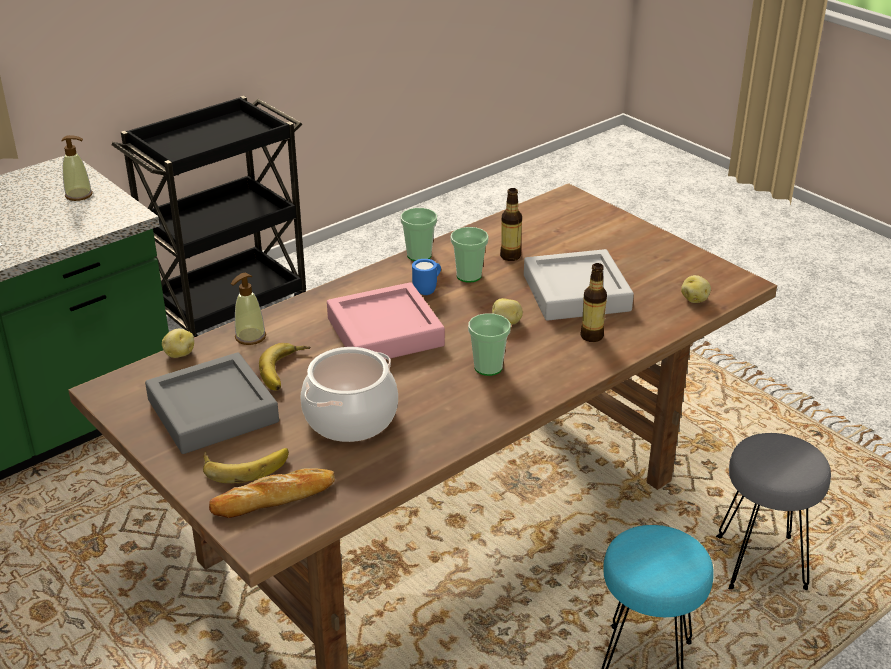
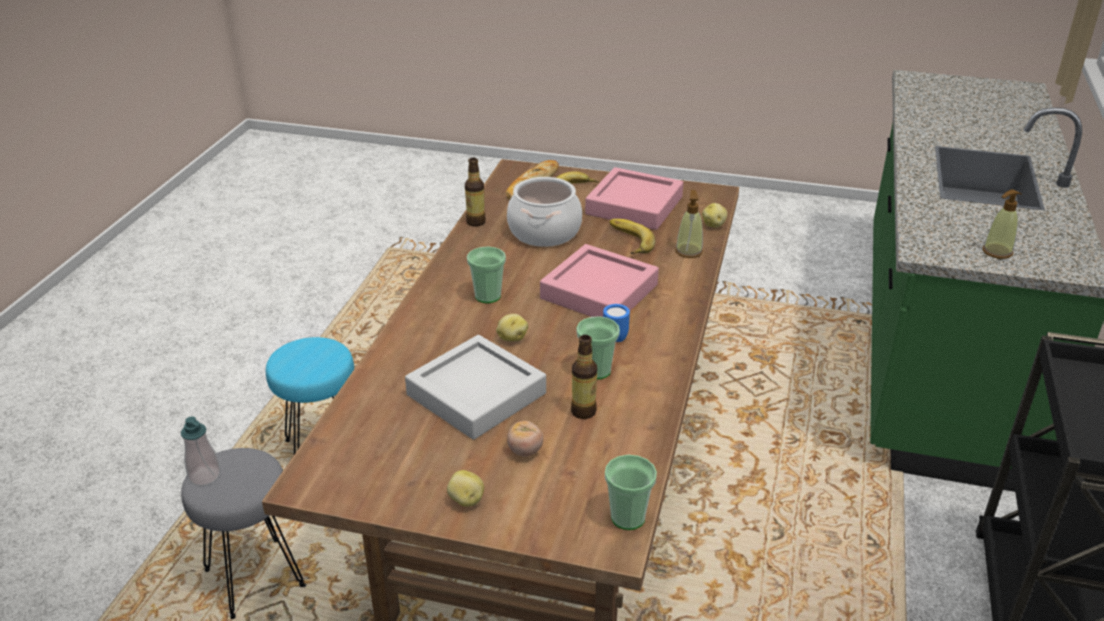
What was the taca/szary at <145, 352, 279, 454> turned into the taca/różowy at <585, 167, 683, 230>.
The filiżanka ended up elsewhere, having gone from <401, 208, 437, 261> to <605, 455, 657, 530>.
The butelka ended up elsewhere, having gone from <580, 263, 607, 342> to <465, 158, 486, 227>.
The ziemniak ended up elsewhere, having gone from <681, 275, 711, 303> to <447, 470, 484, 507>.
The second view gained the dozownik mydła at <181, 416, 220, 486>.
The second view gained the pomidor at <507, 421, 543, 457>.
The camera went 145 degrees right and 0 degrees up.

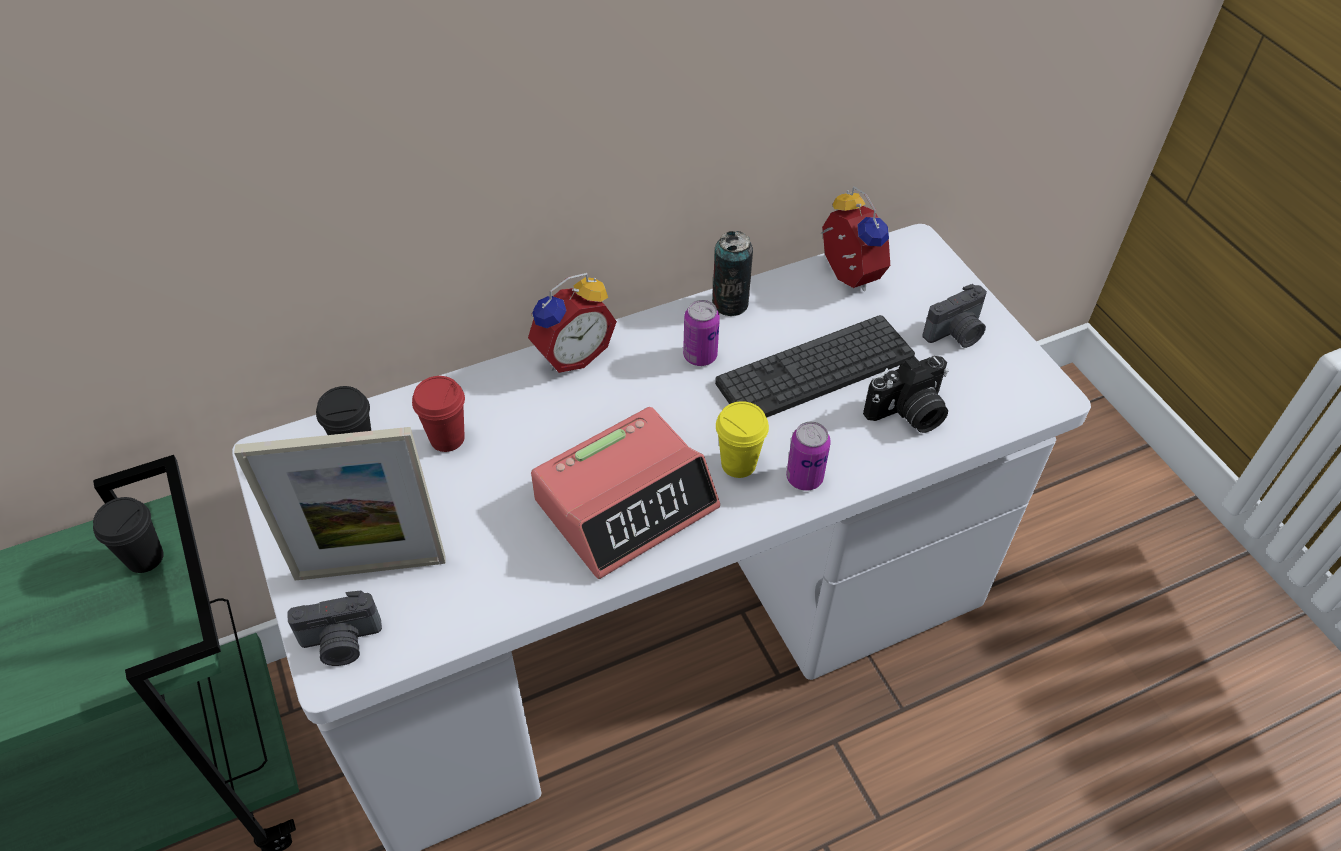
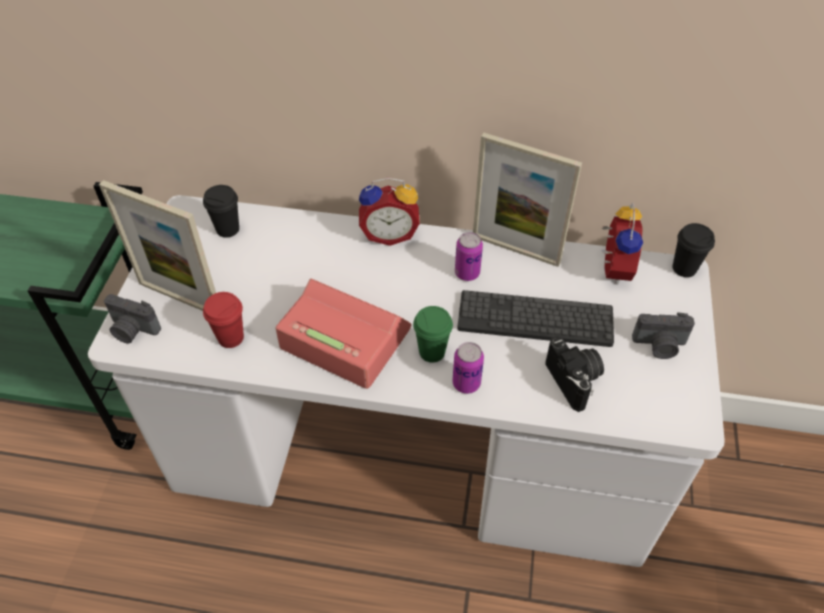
The filiżanka/czarny ended up elsewhere, having gone from <93, 497, 164, 573> to <672, 223, 715, 277>.
The filiżanka/czerwony ended up elsewhere, having gone from <412, 376, 465, 452> to <203, 292, 244, 348>.
The budzik at <531, 407, 720, 579> ended up facing another way, 150 degrees counterclockwise from before.
Where the puszka stood at <712, 231, 753, 316>, the ramka na zdjęcie came to stand at <473, 133, 582, 267>.
What was the filiżanka/żółty at <716, 401, 769, 478> turned into the filiżanka/zielony at <413, 306, 453, 363>.
The aparat fotograficzny at <863, 356, 949, 433> ended up facing another way, 120 degrees counterclockwise from before.
The camera went 35 degrees right and 0 degrees up.

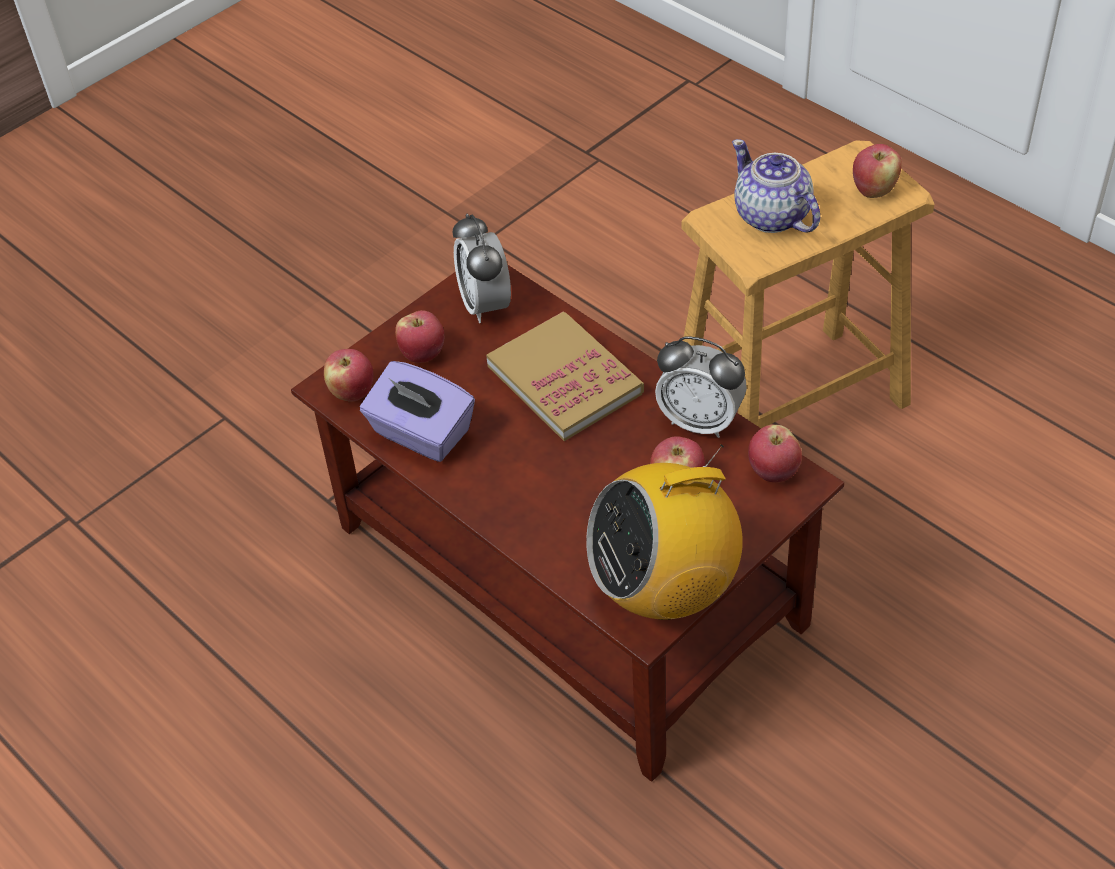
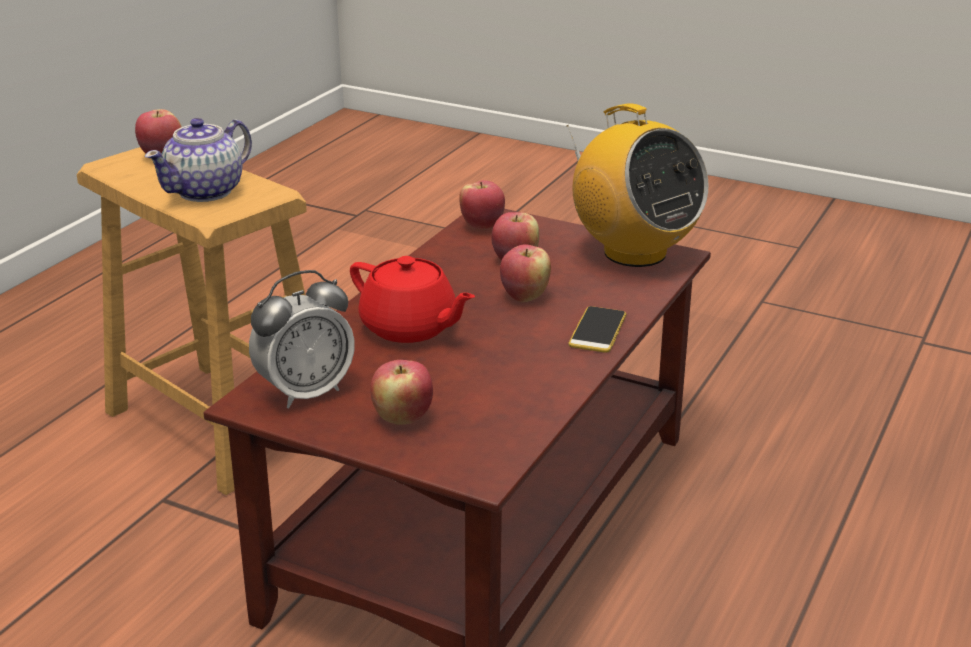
The jabłko ended up elsewhere, having gone from <324, 349, 373, 402> to <500, 244, 551, 302>.
The second view lost the pudełko chusteczek/fioletowy at <360, 361, 475, 462>.
Where the książka stood at <486, 311, 644, 441>, the imbryk/czerwony came to stand at <350, 256, 475, 343>.
The second view lost the budzik at <655, 336, 747, 438>.
The second view gained the telefon at <569, 306, 626, 353>.
The camera went 110 degrees left and 20 degrees down.

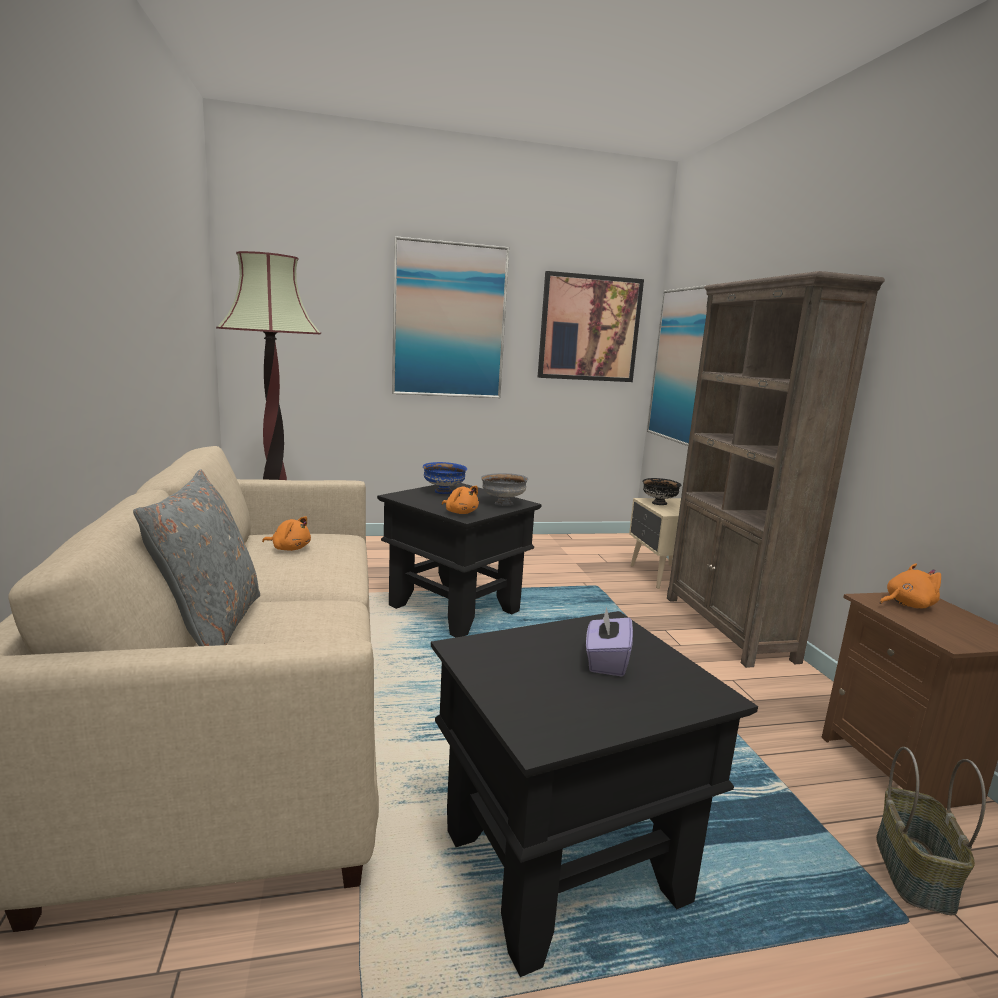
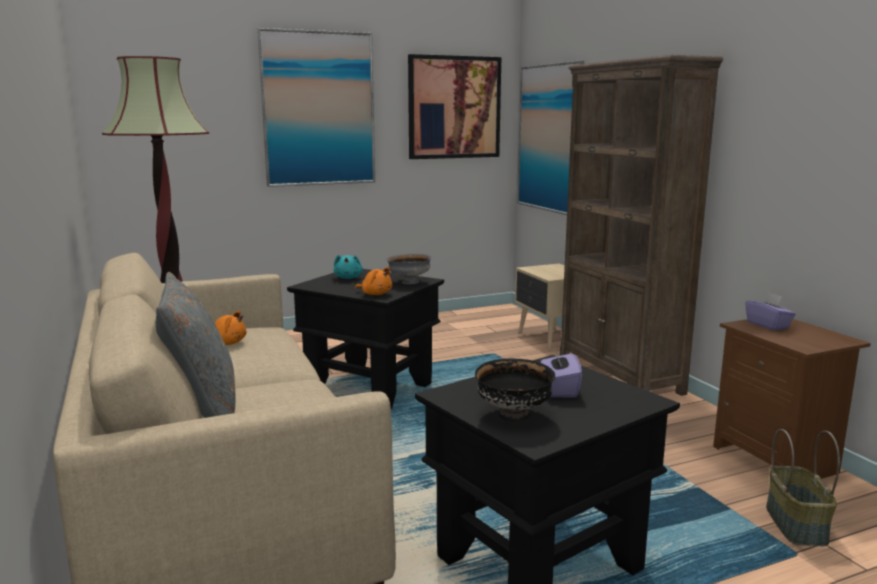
Where the miska/niebieski stood at <423, 462, 467, 494>, the pluszak/turkusowy came to stand at <334, 255, 363, 279>.
The miska/czarny ended up elsewhere, having gone from <643, 478, 681, 505> to <475, 359, 555, 421>.
Where the pluszak/pomarańczowy stood at <880, 563, 941, 608>, the pudełko chusteczek/fioletowy came to stand at <745, 292, 796, 331>.
The camera went 10 degrees left and 0 degrees up.

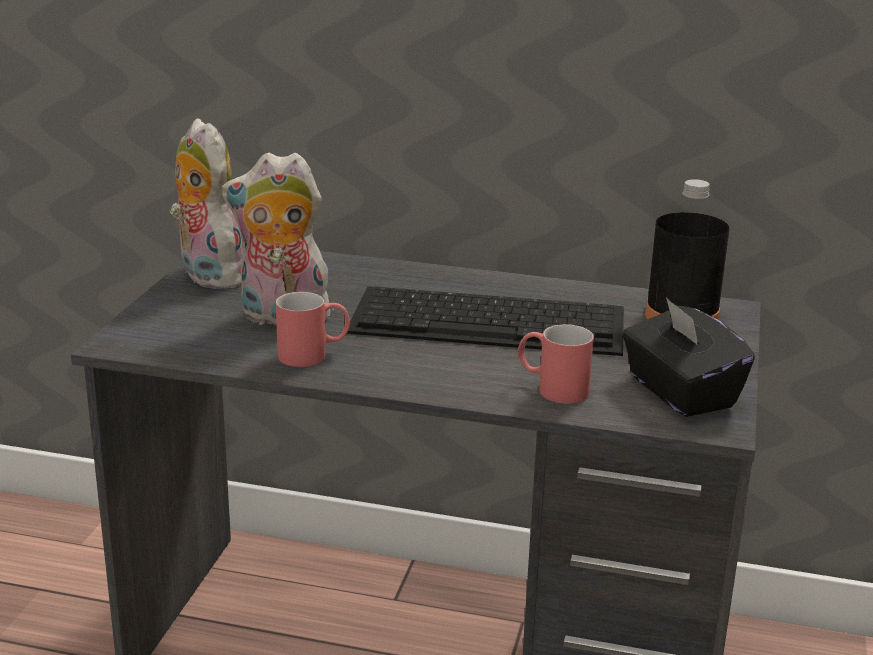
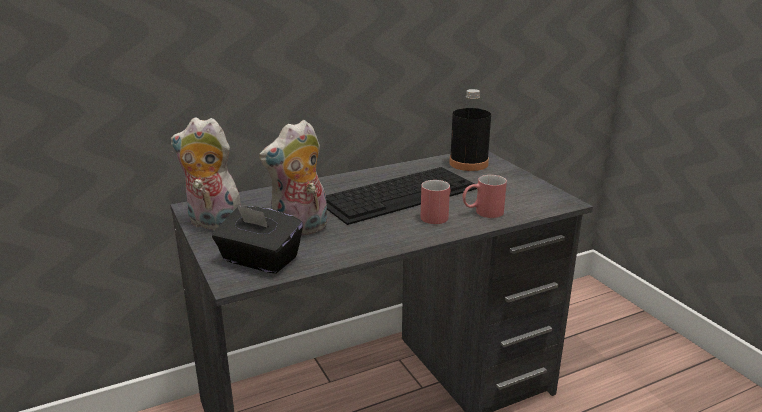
The kubek/czerwony ended up elsewhere, having gone from <276, 292, 350, 367> to <421, 180, 451, 224>.
The pudełko chusteczek/czarny ended up elsewhere, having gone from <622, 297, 755, 417> to <212, 204, 303, 274>.
The camera went 40 degrees left and 0 degrees up.

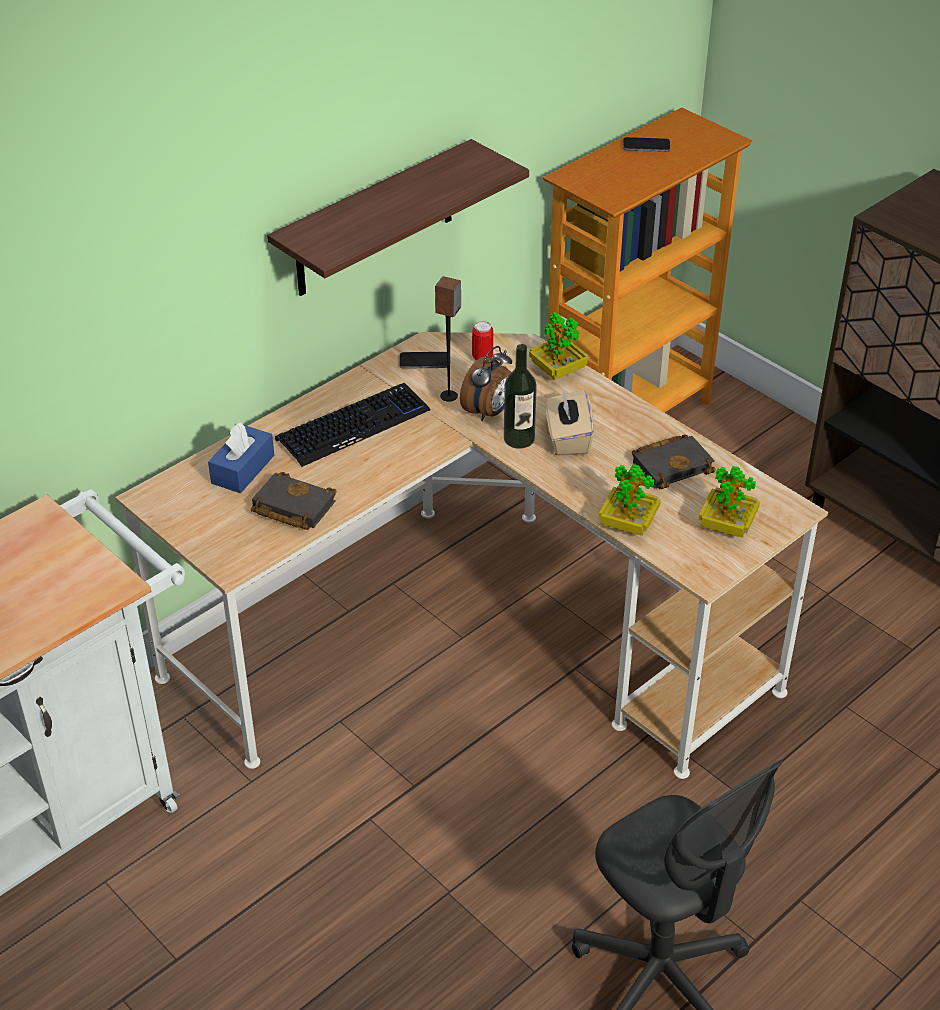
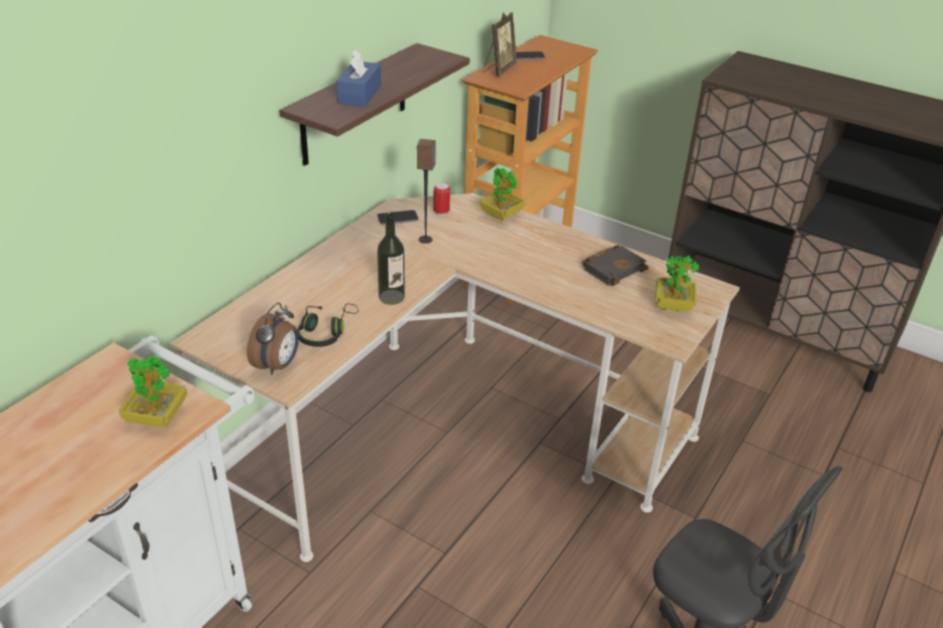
The pudełko chusteczek/niebieski ended up elsewhere, having gone from <208, 422, 274, 493> to <336, 49, 381, 107>.
Where the książka/czarny stood at <251, 472, 337, 530>, the słuchawki/czarny came to stand at <298, 304, 359, 347>.
The second view lost the klawiatura at <275, 383, 431, 467>.
The budzik ended up elsewhere, having gone from <460, 346, 512, 421> to <247, 302, 299, 375>.
The butelka ended up elsewhere, having gone from <504, 344, 537, 449> to <377, 213, 405, 305>.
The second view lost the pudełko chusteczek/beżowy at <546, 390, 594, 455>.
The roślina doniczkowa ended up elsewhere, having gone from <599, 464, 661, 536> to <119, 356, 188, 428>.
The second view gained the ramka na zdjęcie at <483, 12, 517, 77>.
The camera went 15 degrees left and 5 degrees down.

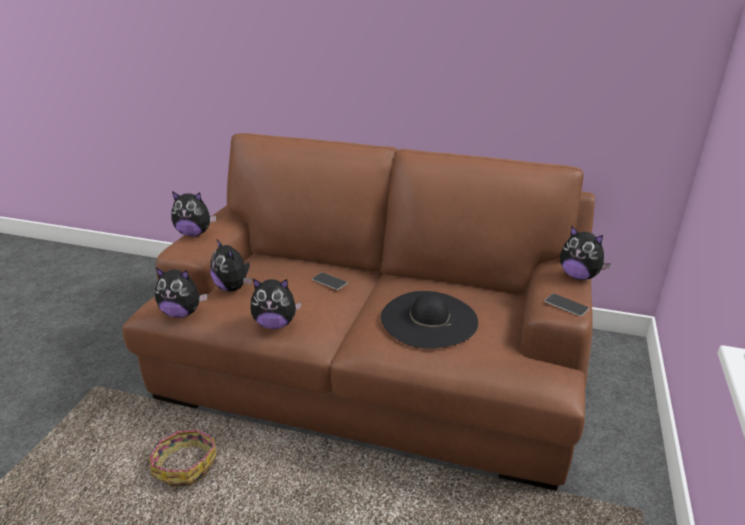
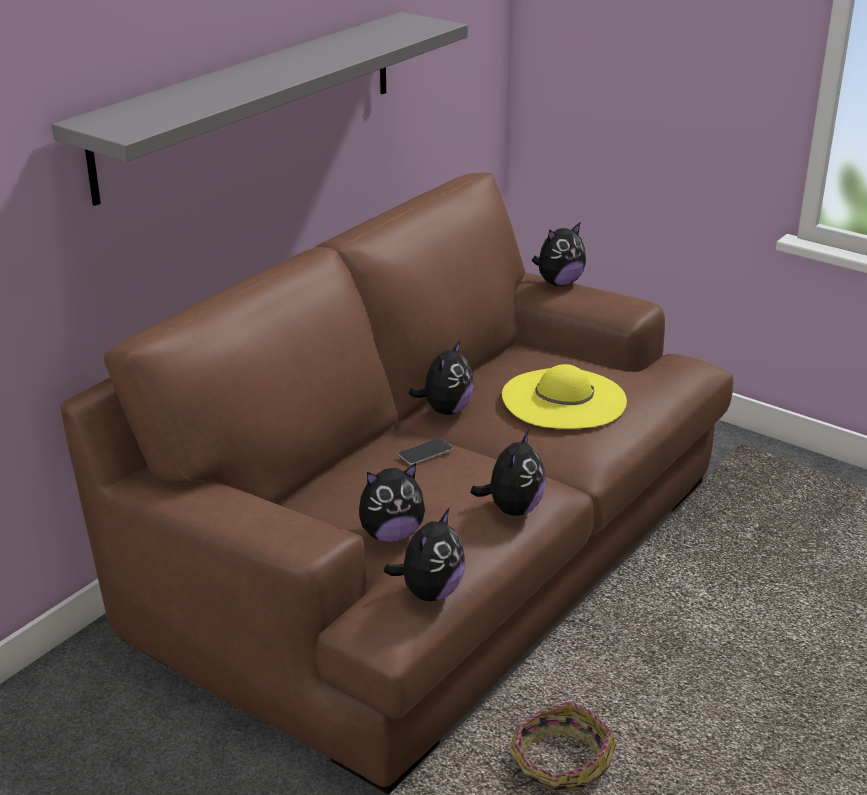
The pluszak ended up elsewhere, having gone from <171, 191, 216, 237> to <408, 340, 474, 415>.
What was the kapelusz/czarny at <381, 291, 478, 349> turned into the kapelusz/żółty at <502, 364, 627, 429>.
The second view lost the telefon at <545, 293, 589, 316>.
The second view gained the półka/szary at <52, 12, 468, 206>.
The camera went 70 degrees left and 0 degrees up.

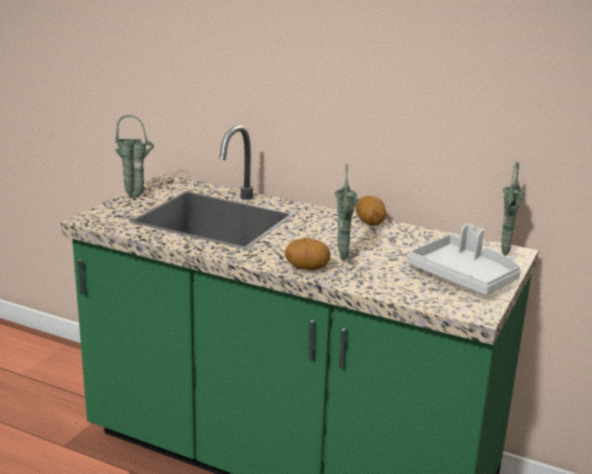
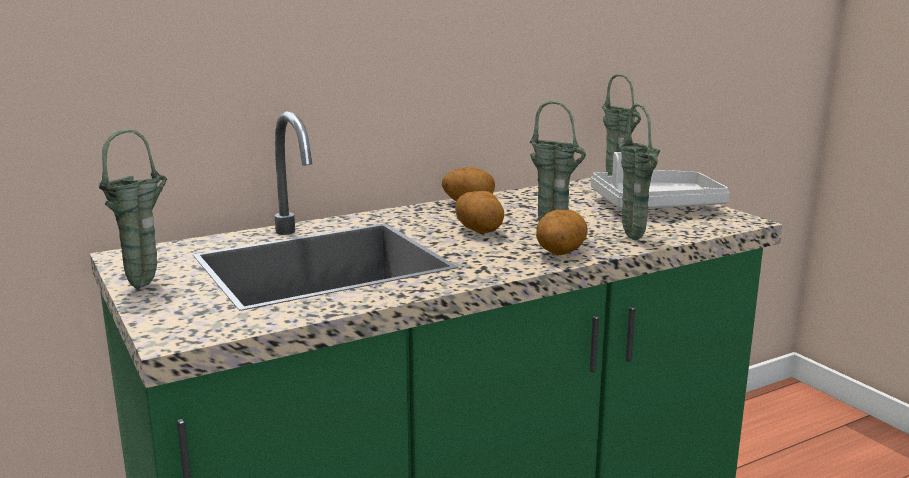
The second view gained the ziemniak at <455, 191, 504, 234>.
The second view gained the wazon/zielony at <619, 103, 660, 241>.
The camera went 55 degrees left and 5 degrees down.

